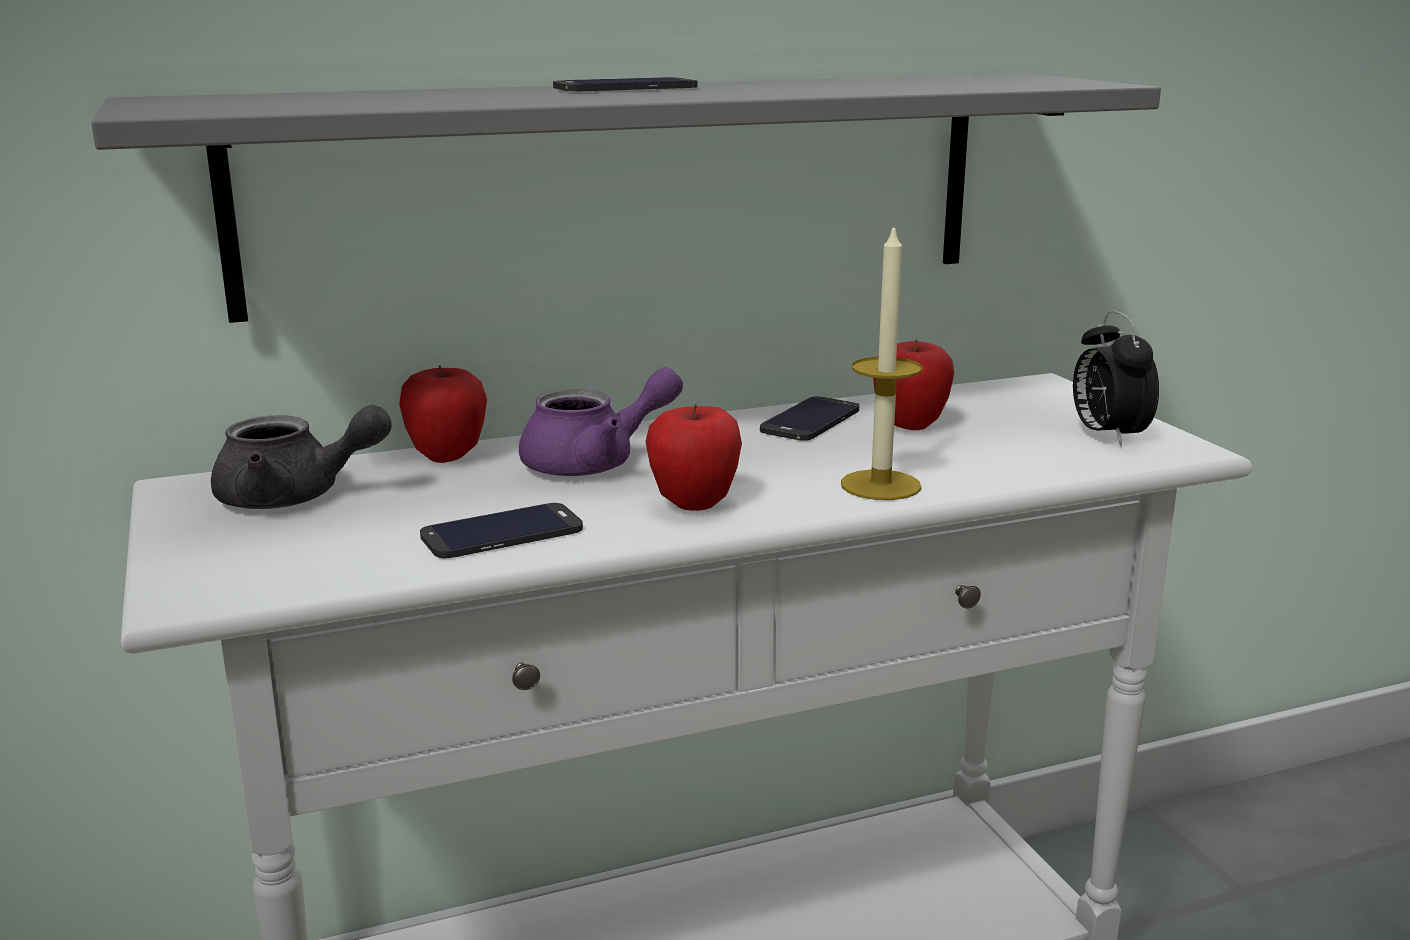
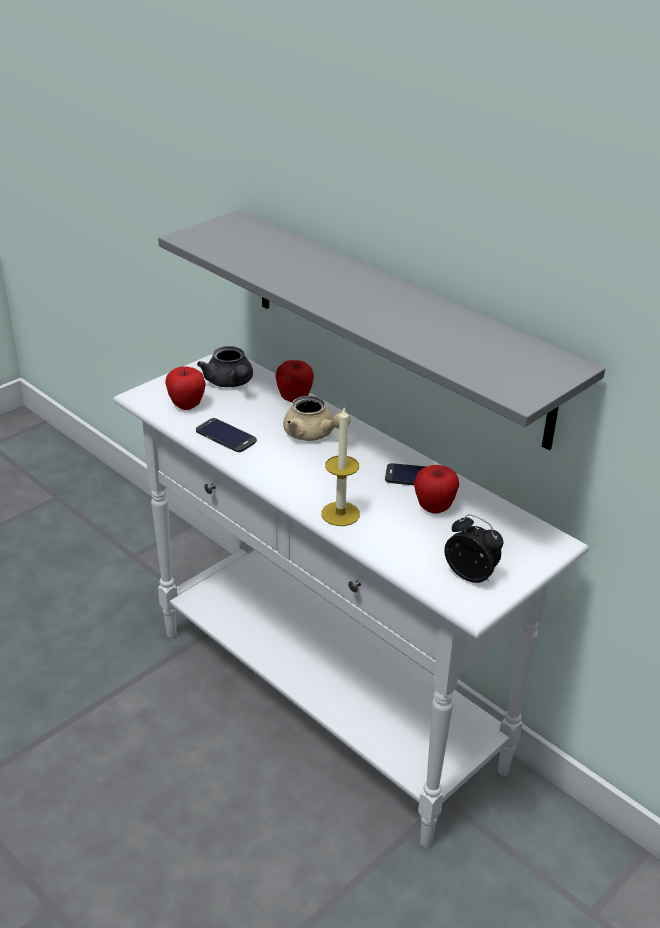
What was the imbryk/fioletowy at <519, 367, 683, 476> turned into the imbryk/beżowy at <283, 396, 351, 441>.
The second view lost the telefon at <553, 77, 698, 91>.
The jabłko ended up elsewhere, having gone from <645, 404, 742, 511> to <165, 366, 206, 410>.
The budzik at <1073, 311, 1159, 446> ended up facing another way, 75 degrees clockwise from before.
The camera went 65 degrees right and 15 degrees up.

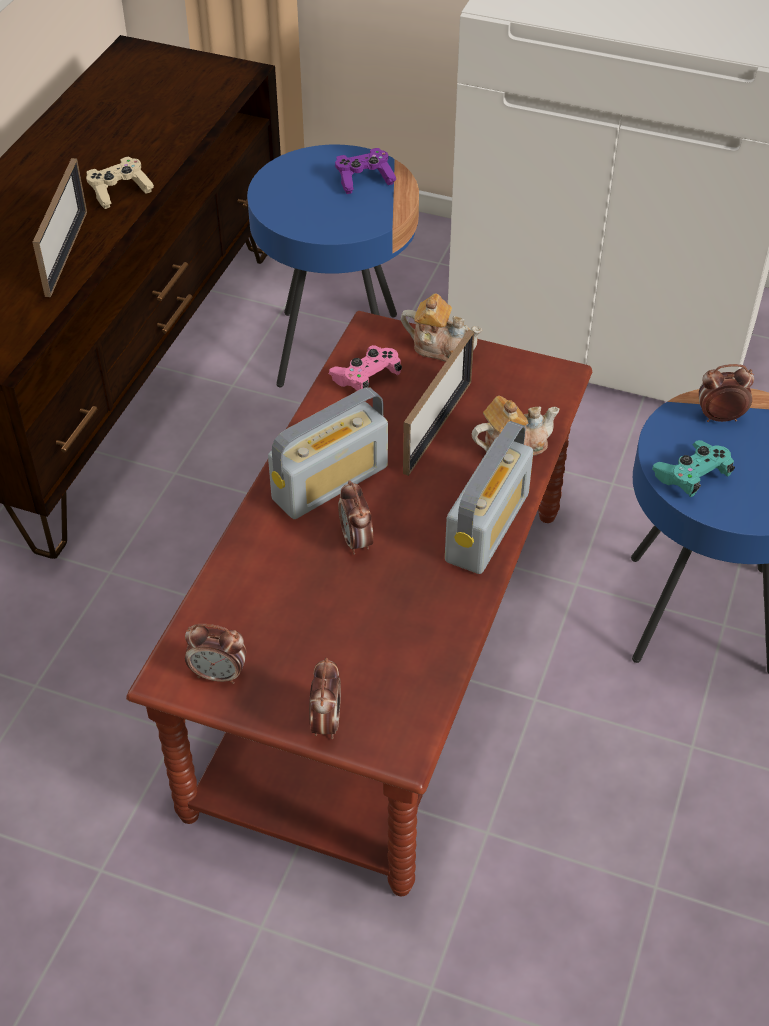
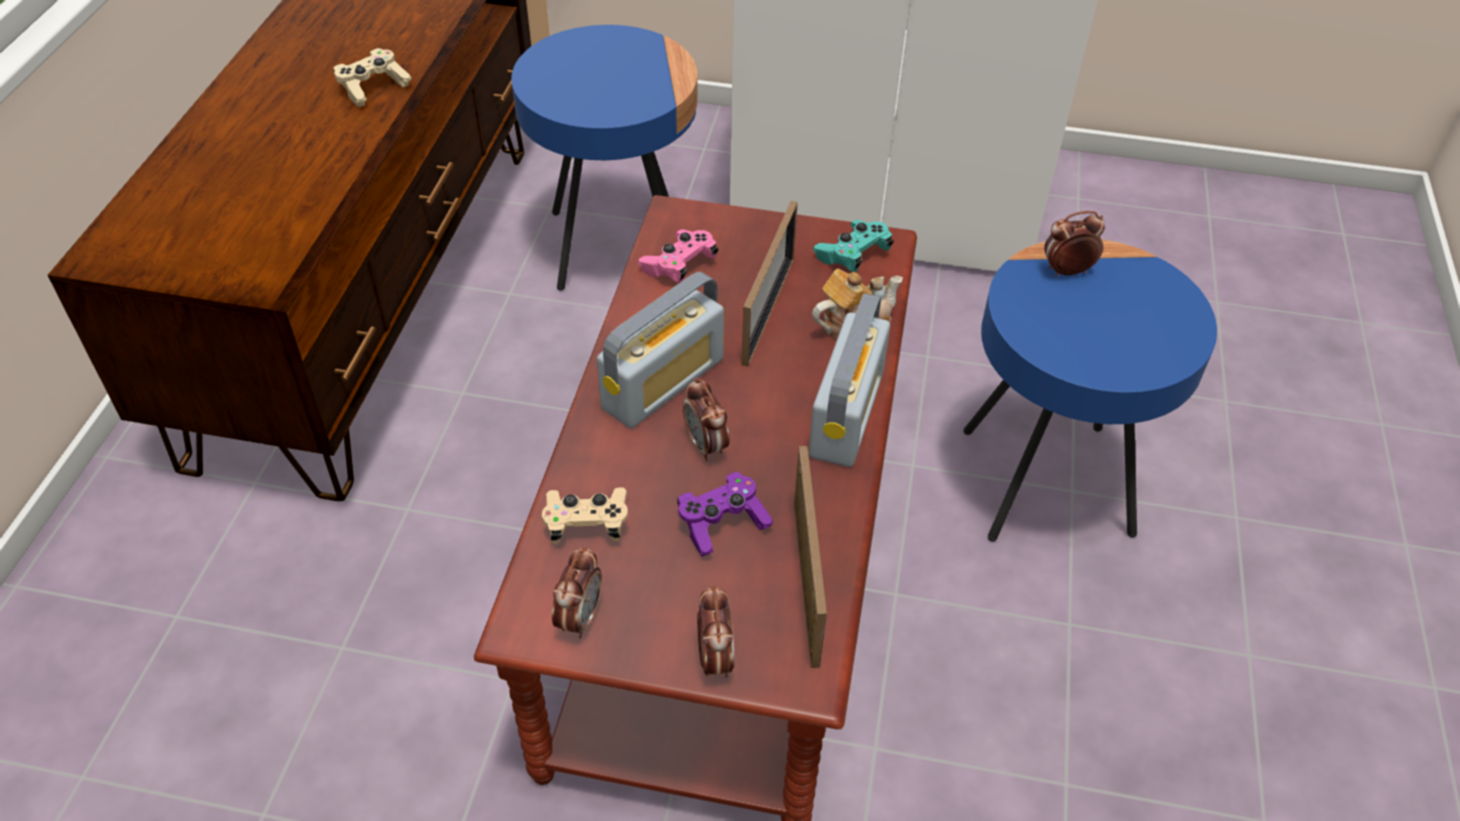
The ramka na zdjęcie ended up elsewhere, having gone from <33, 158, 87, 297> to <794, 446, 827, 668>.
The budzik at <185, 624, 246, 684> ended up facing another way, 75 degrees counterclockwise from before.
The pad do gier/fioletowy ended up elsewhere, having gone from <335, 148, 396, 194> to <677, 472, 773, 556>.
The second view lost the imbryk at <401, 293, 482, 362>.
The pad do gier/turkusowy ended up elsewhere, having gone from <652, 440, 735, 497> to <813, 220, 894, 272>.
The second view gained the pad do gier/beżowy at <542, 487, 628, 544>.
The camera went 10 degrees left and 0 degrees up.

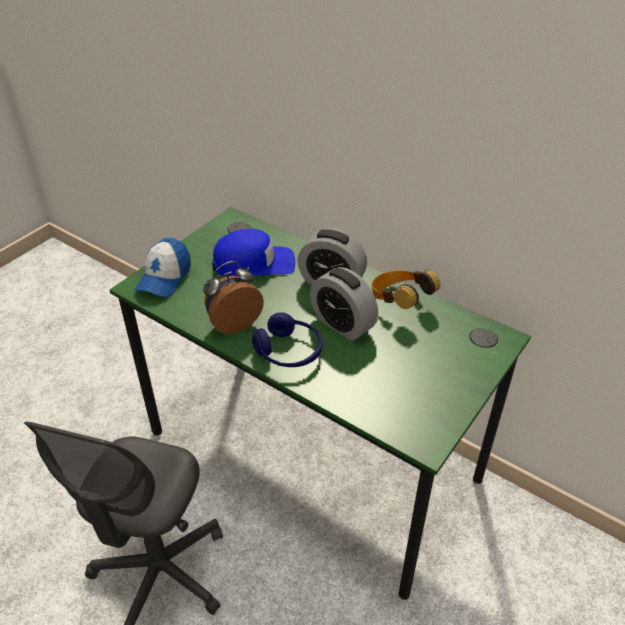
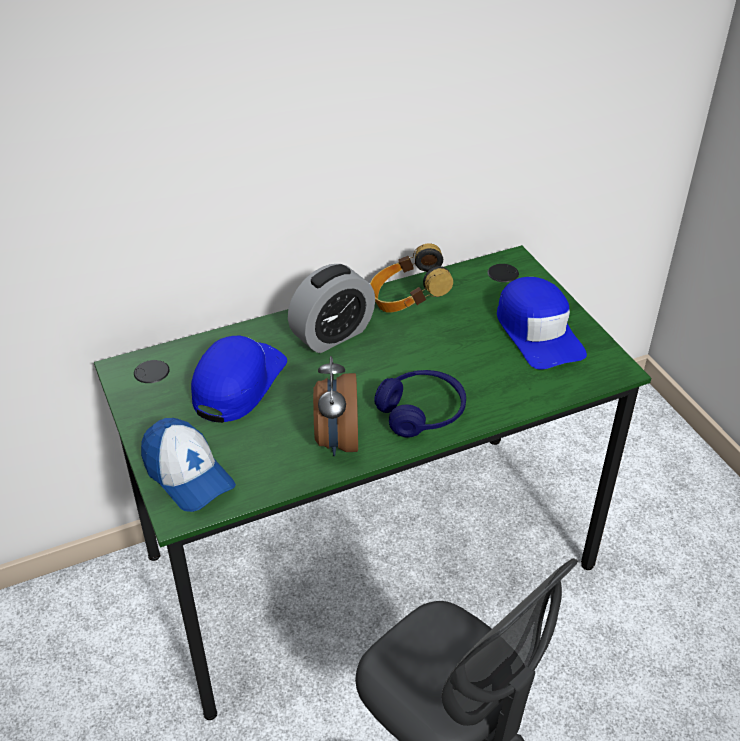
The second view lost the budzik at <310, 267, 378, 341>.
The second view gained the czapka z daszkiem/niebieski at <497, 277, 587, 369>.
The camera went 60 degrees left and 0 degrees up.

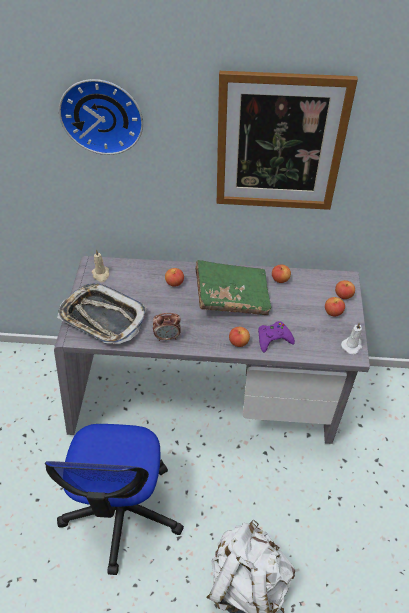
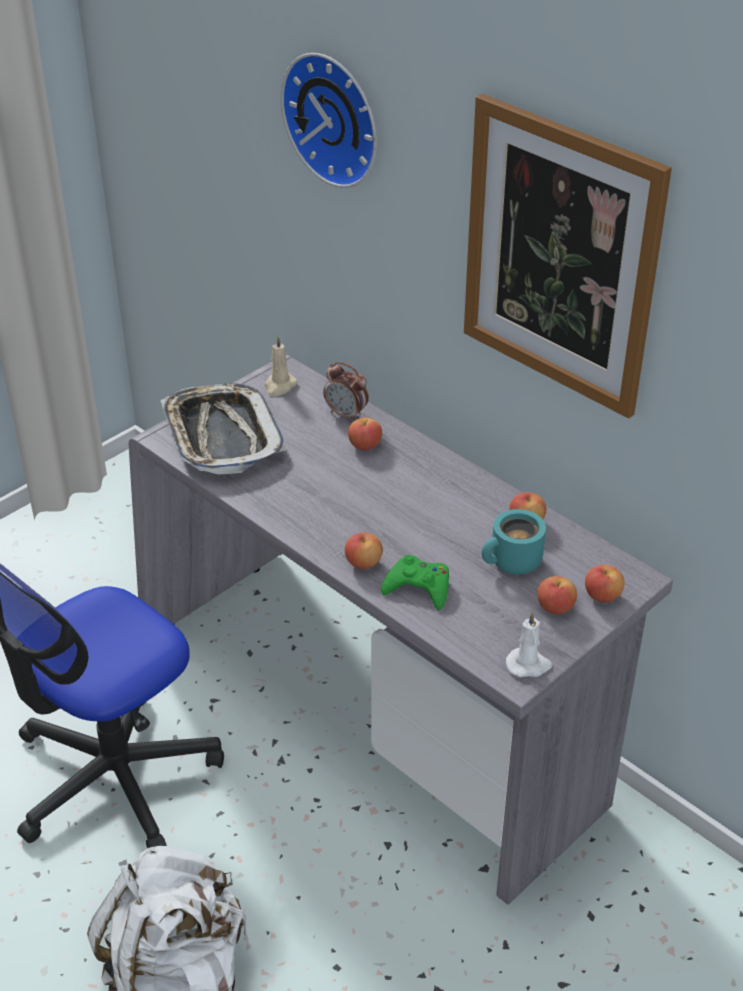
The budzik ended up elsewhere, having gone from <153, 313, 181, 341> to <323, 362, 369, 421>.
The second view lost the książka/zielony at <195, 260, 271, 315>.
What was the pad do gier/fioletowy at <258, 321, 295, 353> turned into the pad do gier/zielony at <381, 555, 449, 610>.
The second view gained the kubek/turkusowy at <482, 509, 546, 575>.
The camera went 40 degrees right and 10 degrees down.

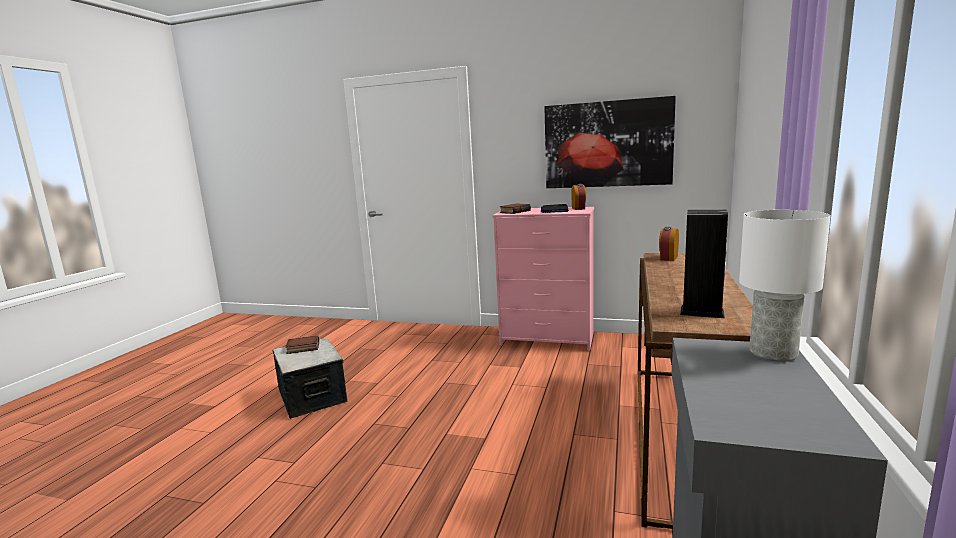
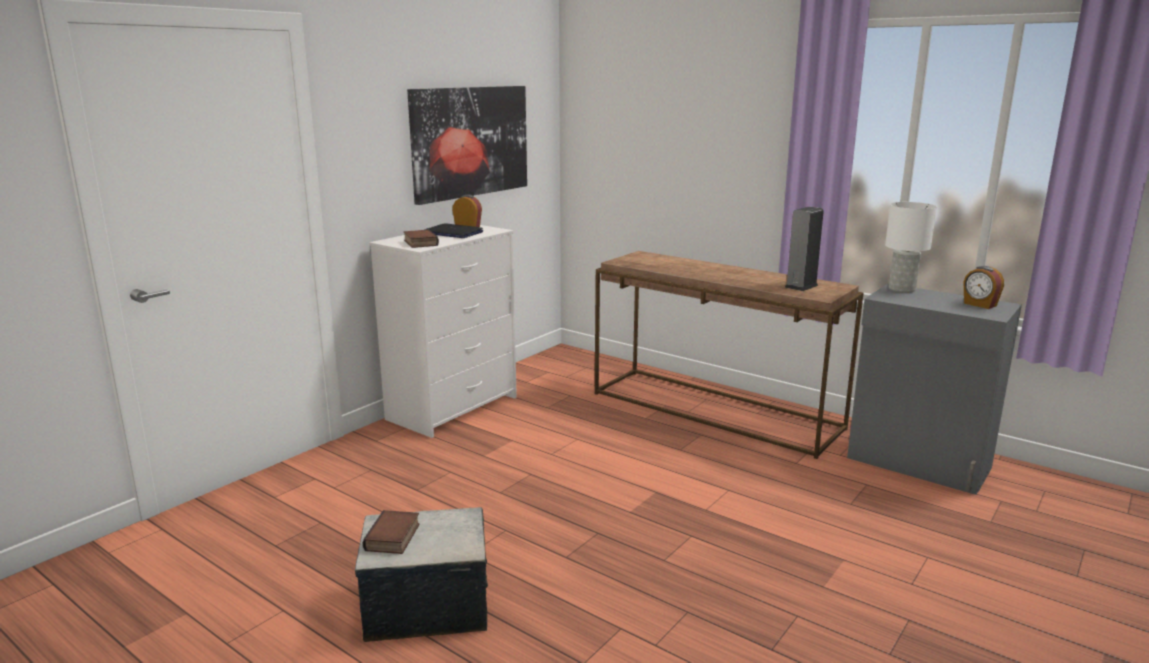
What was the komoda/różowy at <492, 207, 594, 351> turned into the komoda/biały at <369, 225, 517, 438>.
The budzik ended up elsewhere, having gone from <659, 227, 679, 261> to <963, 266, 1004, 309>.
The camera went 70 degrees left and 5 degrees up.

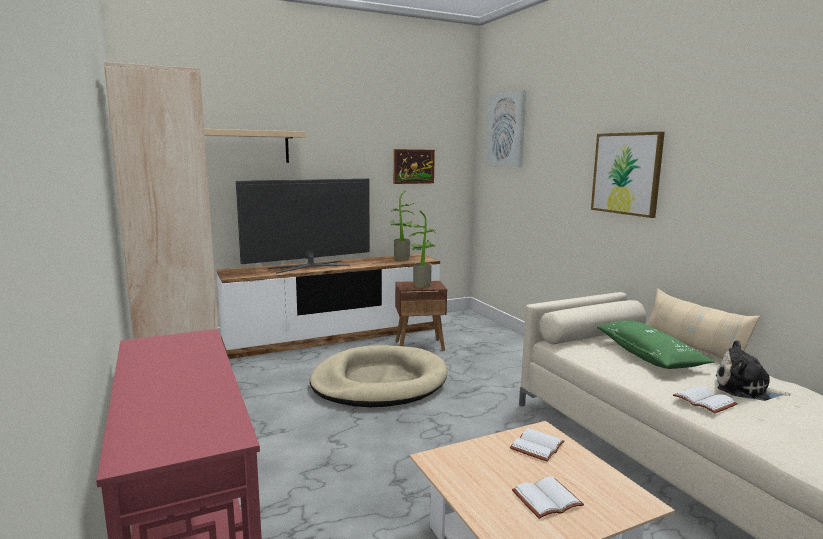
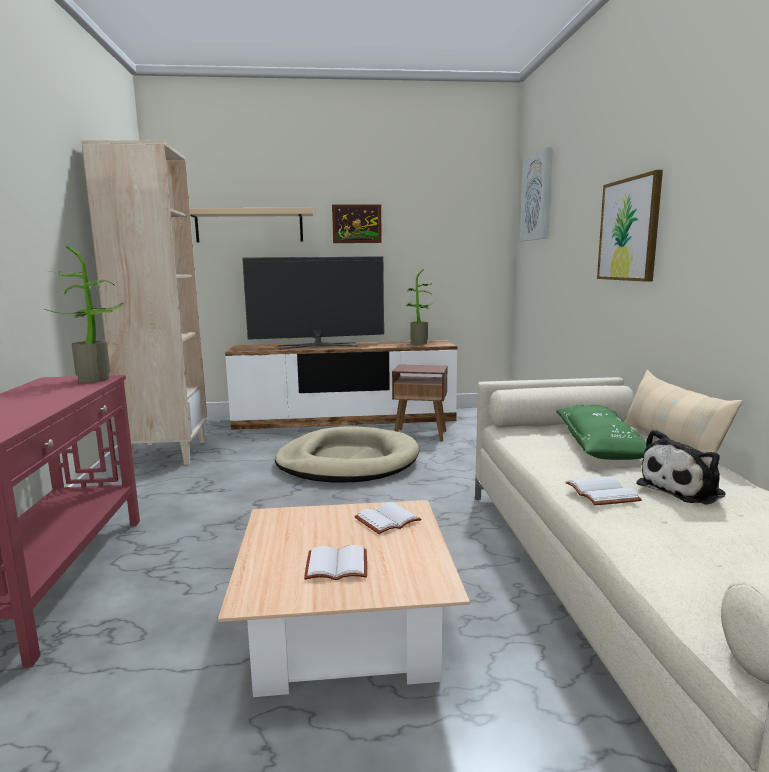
The obraz ended up elsewhere, having gone from <394, 149, 435, 184> to <332, 204, 382, 243>.
The roślina doniczkowa ended up elsewhere, having gone from <405, 210, 436, 288> to <44, 245, 123, 383>.
The pluszak at <716, 340, 791, 401> ended up facing another way, 75 degrees counterclockwise from before.
The camera went 20 degrees right and 0 degrees up.

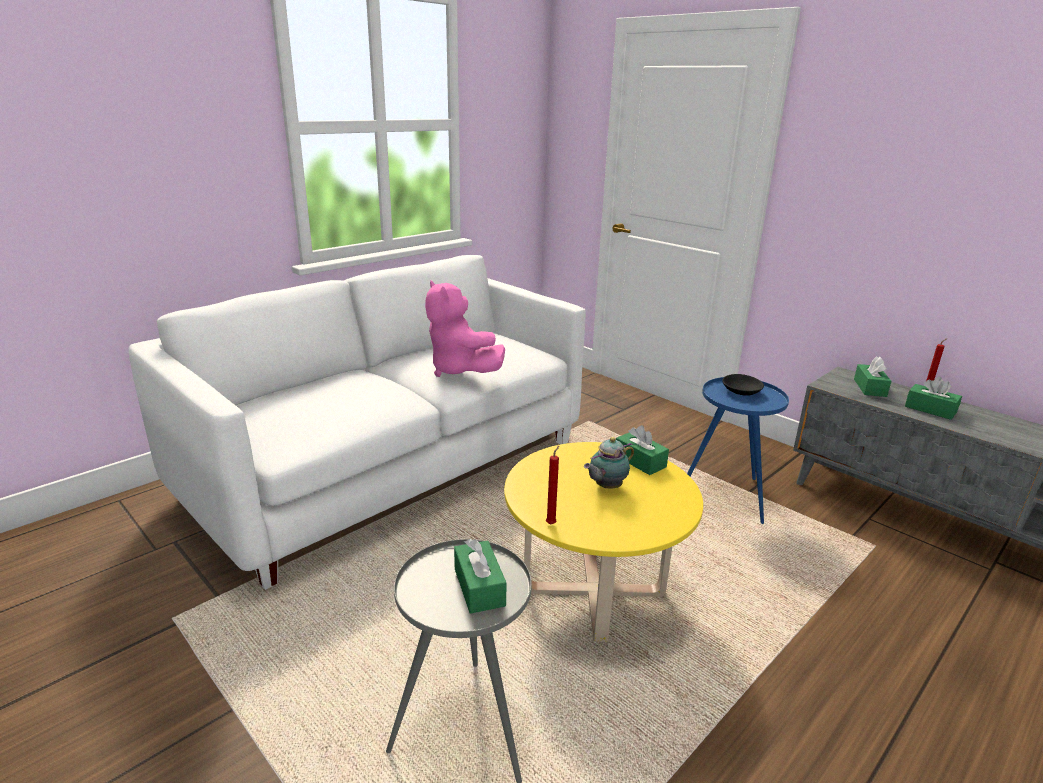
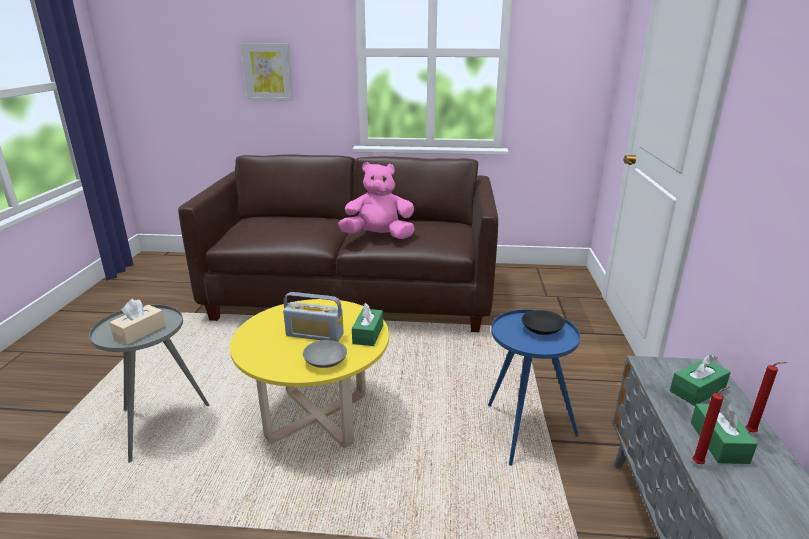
What was the kanapa/biały at <128, 255, 586, 590> turned into the kanapa/brązowy at <178, 154, 498, 332>.
The pluszak/różowy at <425, 281, 505, 377> ended up facing another way, 75 degrees clockwise from before.
What was the pudełko chusteczek/zielony at <454, 539, 507, 614> turned into the pudełko chusteczek/beżowy at <109, 299, 165, 345>.
The świeca/czerwony ended up elsewhere, having gone from <546, 446, 559, 524> to <692, 387, 729, 464>.
Where the imbryk stood at <584, 437, 634, 488>, the radio came to stand at <283, 292, 344, 342>.
The second view gained the obraz at <241, 43, 293, 101>.
The second view gained the miska/szary at <303, 340, 347, 368>.
The camera went 50 degrees right and 0 degrees up.

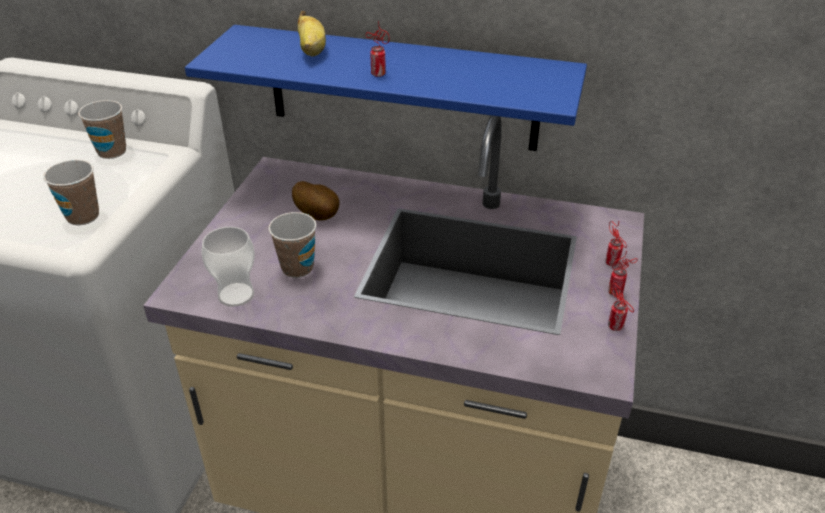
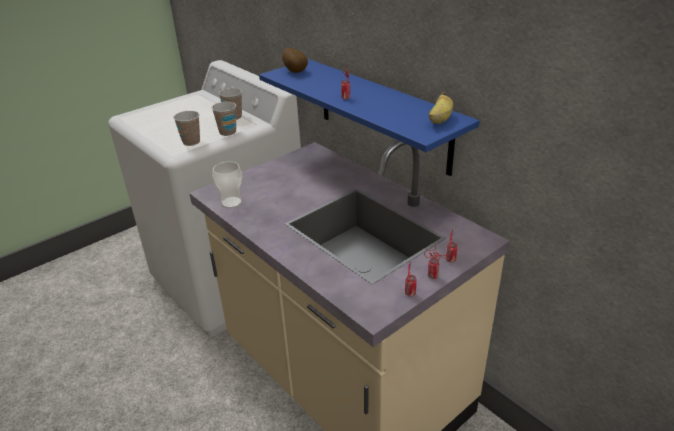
The filiżanka ended up elsewhere, having gone from <268, 212, 316, 278> to <212, 102, 236, 136>.
The ziemniak ended up elsewhere, having gone from <292, 181, 340, 221> to <282, 47, 308, 73>.
The banan ended up elsewhere, having gone from <298, 11, 326, 56> to <429, 91, 453, 124>.
The camera went 35 degrees right and 5 degrees down.

